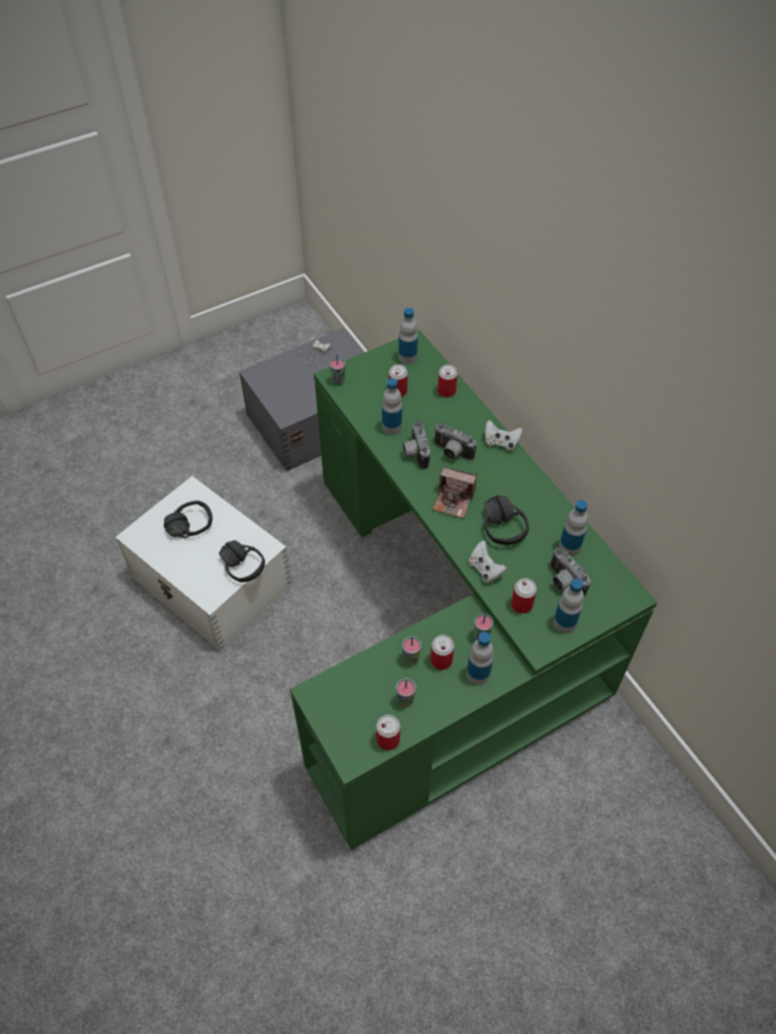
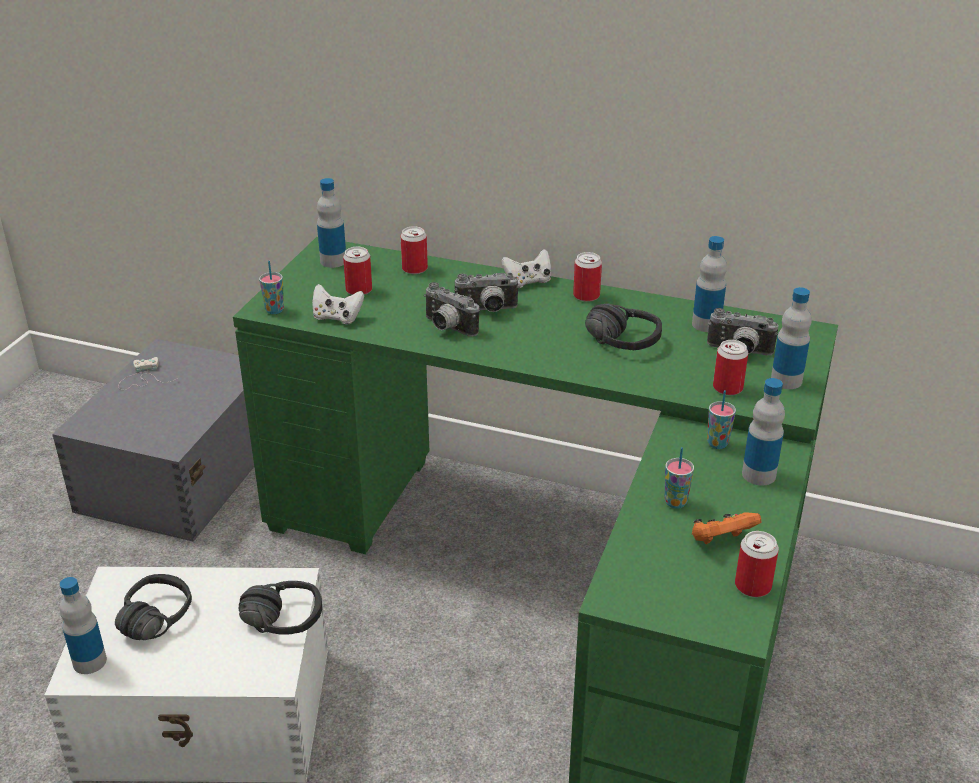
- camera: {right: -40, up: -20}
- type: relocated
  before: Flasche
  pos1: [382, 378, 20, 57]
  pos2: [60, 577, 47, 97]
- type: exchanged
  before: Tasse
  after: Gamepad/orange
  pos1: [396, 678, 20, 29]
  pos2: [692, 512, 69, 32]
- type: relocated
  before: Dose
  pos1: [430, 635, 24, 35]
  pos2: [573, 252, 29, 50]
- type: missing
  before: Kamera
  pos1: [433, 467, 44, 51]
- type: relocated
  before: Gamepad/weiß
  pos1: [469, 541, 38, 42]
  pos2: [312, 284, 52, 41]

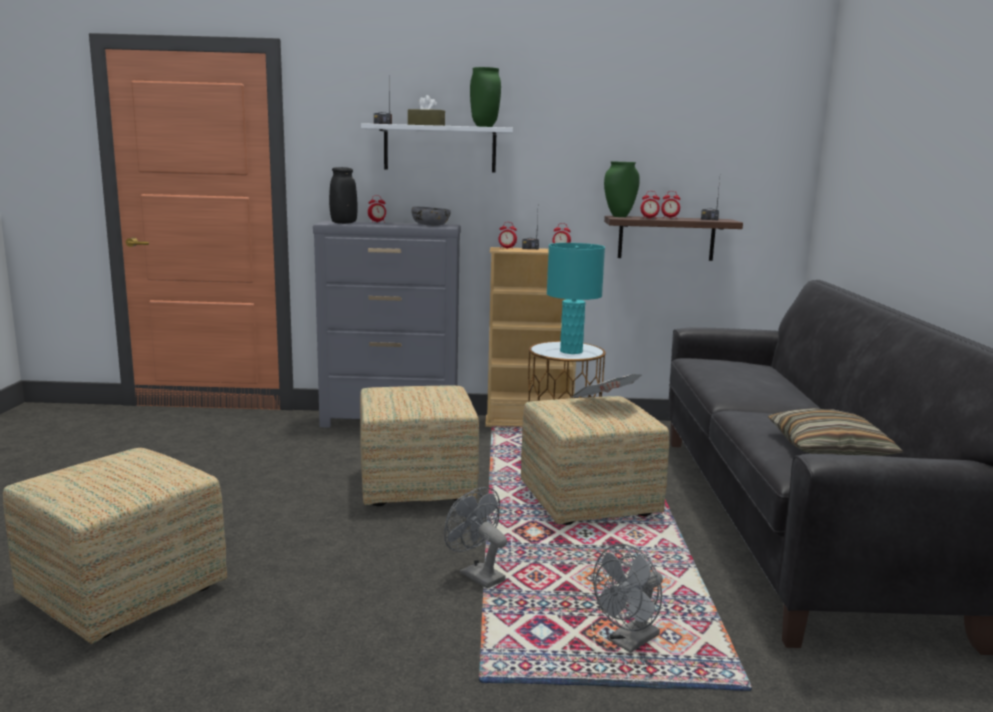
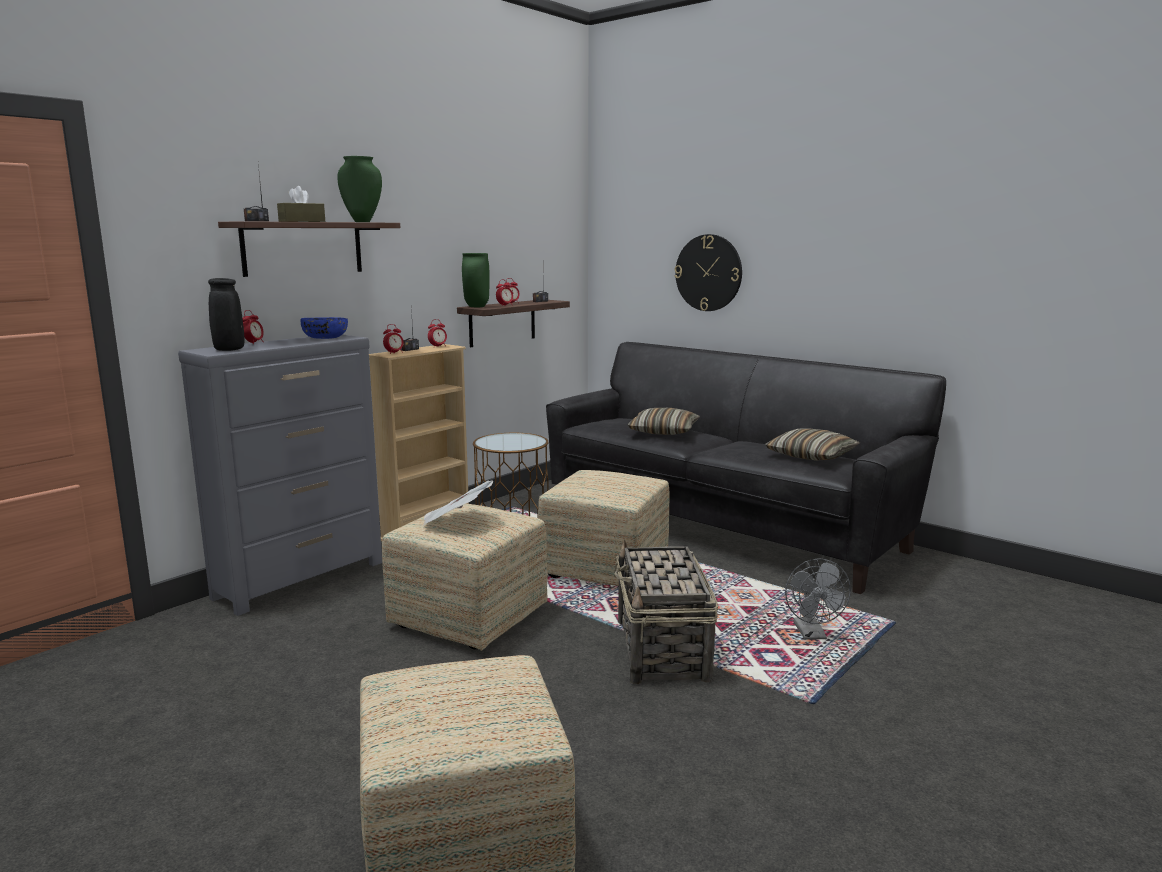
- camera: {right: -50, up: 0}
- type: colour
  before: Wandregal/weiß
  after: Wandregal/braun
  pos1: [361, 123, 152, 49]
  pos2: [218, 221, 182, 56]
- type: colour
  before: Schüssel/grau
  after: Schüssel/blau
  pos1: [412, 207, 39, 19]
  pos2: [301, 317, 47, 22]
- type: exchanged
  before: Ventilator/grau
  after: Korb
  pos1: [444, 487, 63, 101]
  pos2: [614, 540, 104, 144]
- type: missing
  before: Tischlampe/türkis
  pos1: [547, 243, 58, 111]
- type: relocated
  before: Zeitung
  pos1: [571, 374, 71, 23]
  pos2: [423, 480, 70, 45]
- type: appeared
  after: Kissen
  pos2: [627, 408, 73, 27]
- type: appeared
  after: Wanduhr
  pos2: [675, 234, 67, 77]

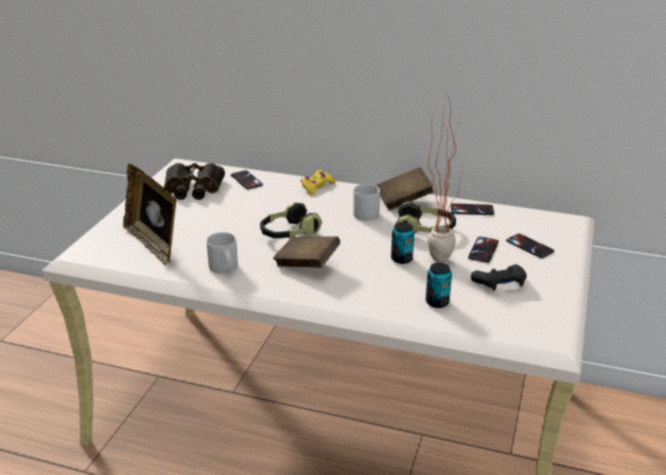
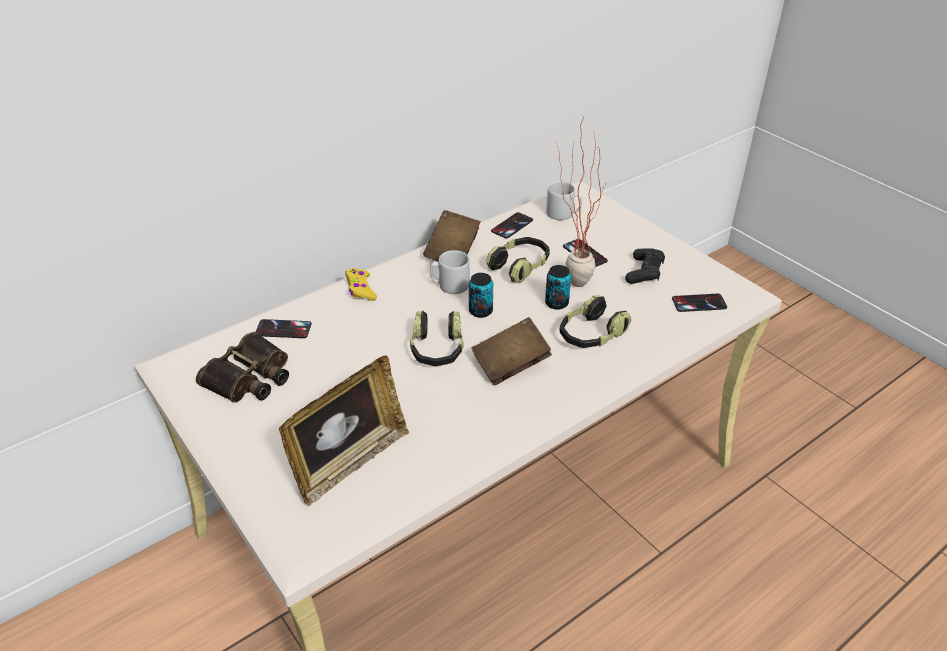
- camera: {right: -55, up: 10}
- type: spun
  before: Bilderrahmen
  pos1: [123, 164, 54, 102]
  pos2: [279, 355, 130, 151]
  turn: -45
- type: relocated
  before: Henkelbecher/grau
  pos1: [206, 232, 32, 42]
  pos2: [546, 181, 36, 39]
- type: relocated
  before: Dose
  pos1: [426, 263, 26, 45]
  pos2: [469, 273, 24, 45]
- type: relocated
  before: Handy
  pos1: [506, 233, 48, 25]
  pos2: [672, 294, 55, 18]
- type: appeared
  after: Kopfhörer
  pos2: [560, 295, 71, 53]

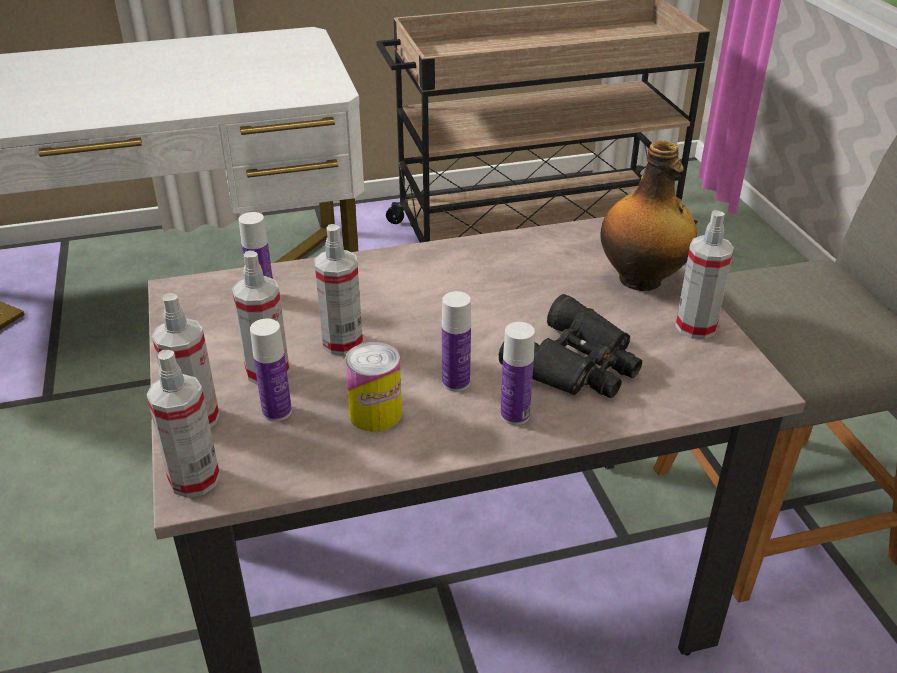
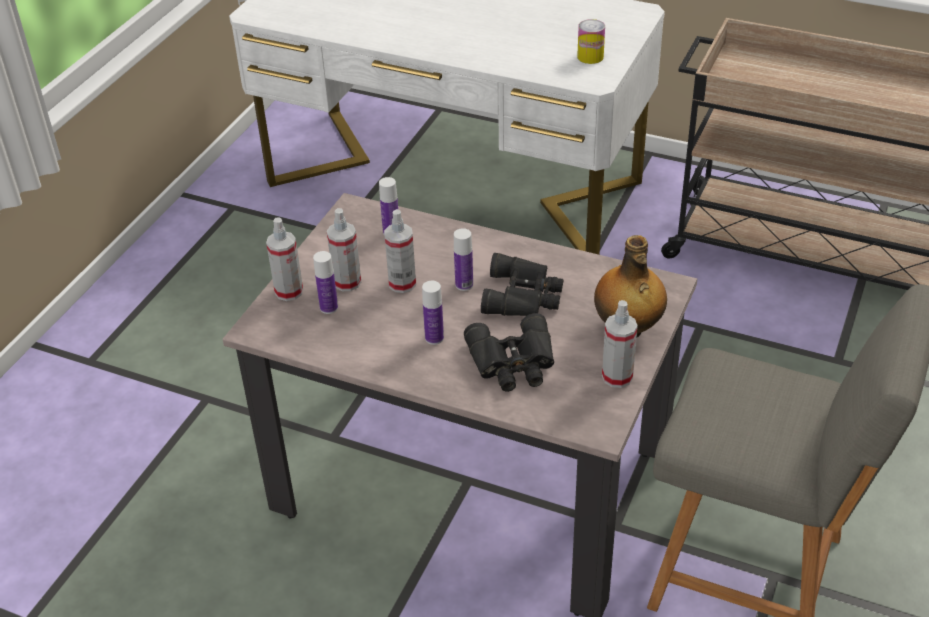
- camera: {right: 40, up: 5}
- type: missing
  before: Sprühflasche
  pos1: [147, 350, 73, 148]
- type: relocated
  before: Dose
  pos1: [345, 342, 57, 90]
  pos2: [577, 19, 28, 45]
- type: relocated
  before: Flasche
  pos1: [501, 322, 34, 103]
  pos2: [454, 228, 19, 63]
- type: appeared
  after: Fernglas/schwarz
  pos2: [481, 253, 82, 63]

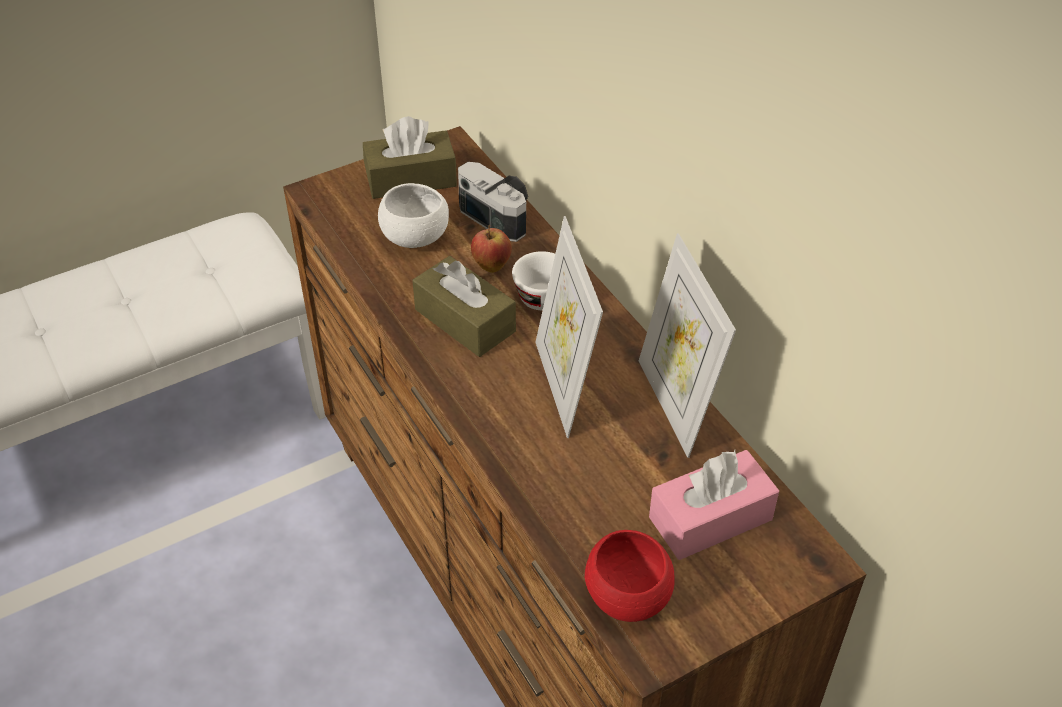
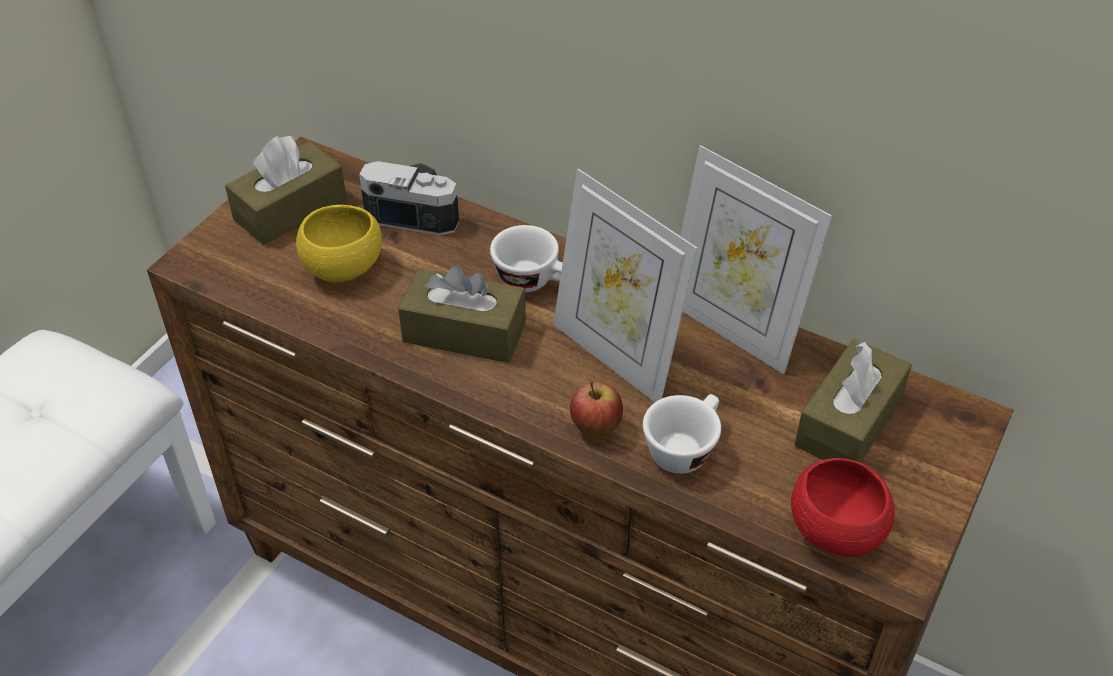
- camera: {right: -30, up: 0}
- type: colour
  before: Schüssel/weiß
  after: Schüssel/gelb
  pos1: [378, 183, 71, 65]
  pos2: [296, 205, 86, 77]
- type: relocated
  before: Apfel
  pos1: [471, 225, 41, 48]
  pos2: [570, 382, 53, 56]
- type: colour
  before: Taschentuchbox/rosa
  after: Taschentuchbox/braun
  pos1: [649, 450, 130, 110]
  pos2: [794, 339, 118, 124]
- type: appeared
  after: Tasse/weiß
  pos2: [643, 394, 78, 80]

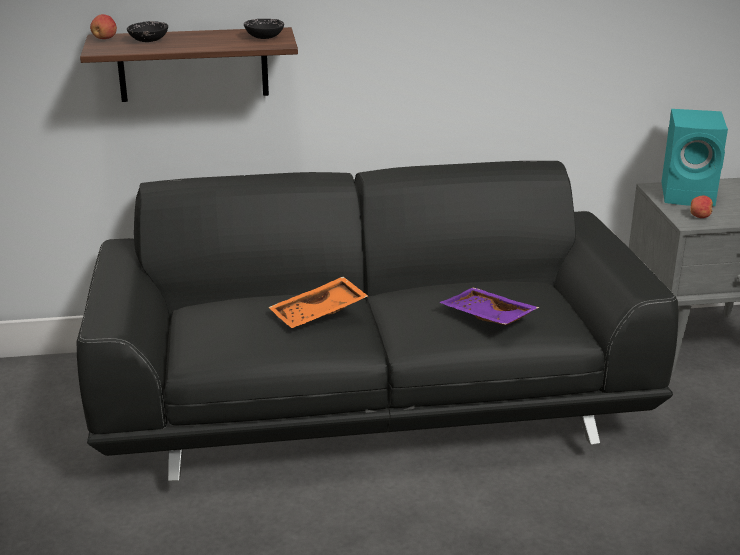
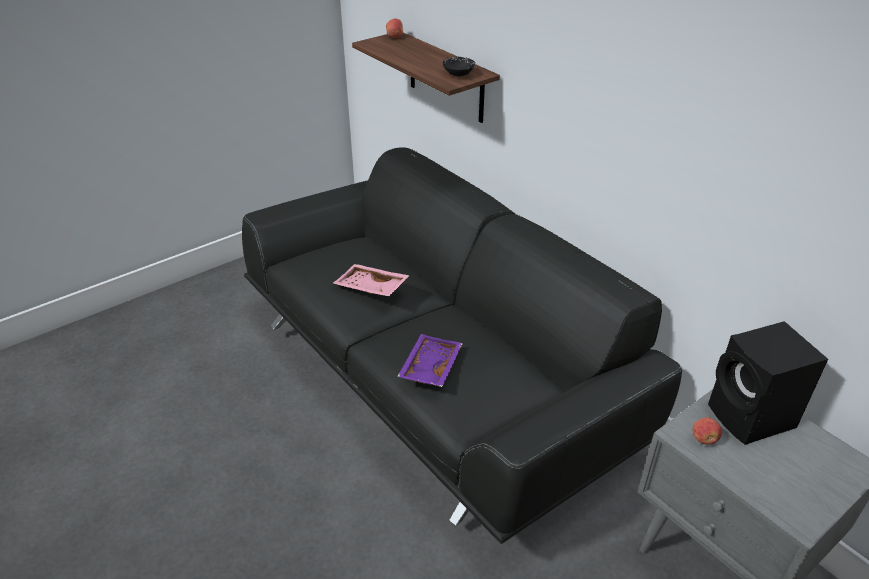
- camera: {right: 60, up: 10}
- type: missing
  before: Schüssel/schwarz
  pos1: [127, 21, 41, 21]
- type: colour
  before: Tablett/orange
  after: Tablett/rosa
  pos1: [268, 277, 100, 51]
  pos2: [333, 264, 77, 32]
- type: colour
  before: Lautsprecher/türkis
  after: Lautsprecher/schwarz
  pos1: [661, 109, 67, 97]
  pos2: [708, 321, 120, 124]

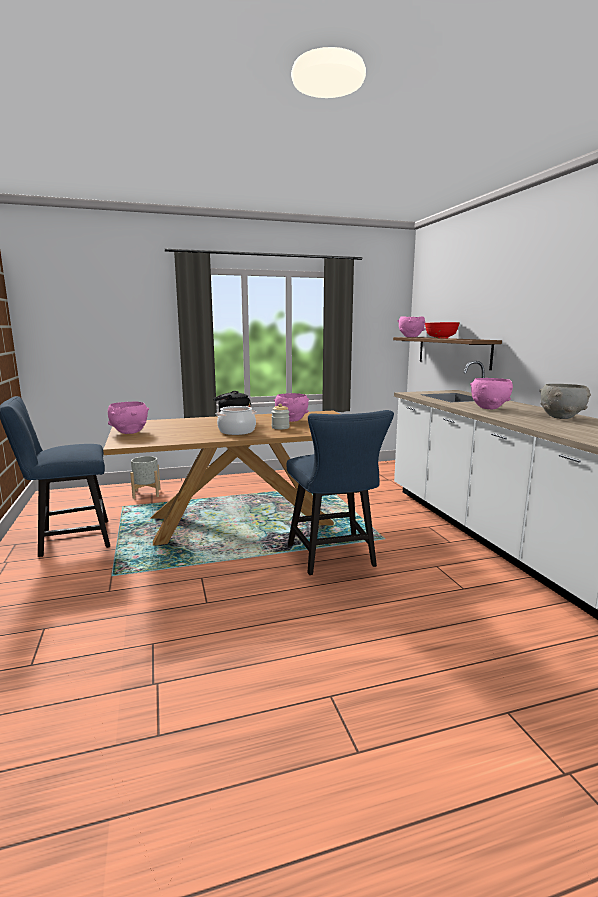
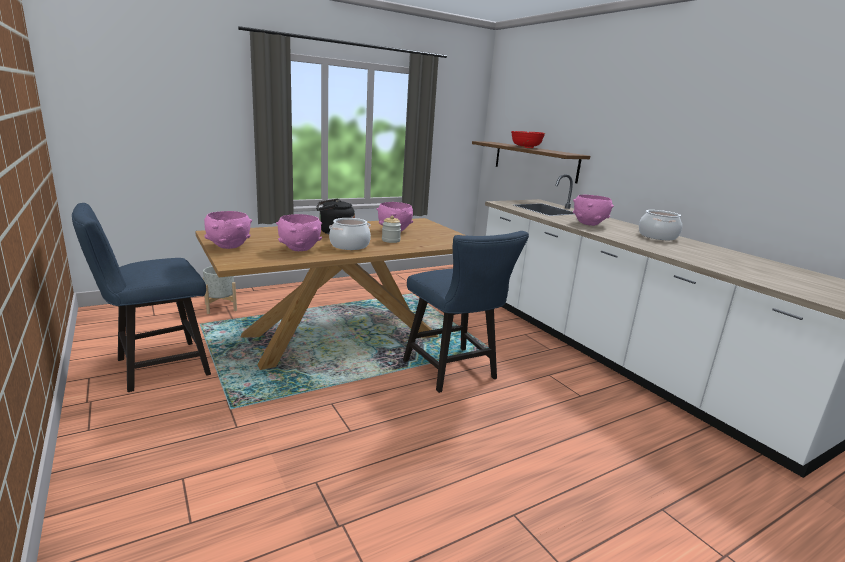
- camera: {right: -15, up: 5}
- type: relocated
  before: Schüssel/rosa
  pos1: [397, 316, 28, 21]
  pos2: [276, 214, 46, 37]
- type: exchanged
  before: Schüssel/grau
  after: Kochtopf
  pos1: [539, 384, 52, 35]
  pos2: [639, 210, 43, 30]

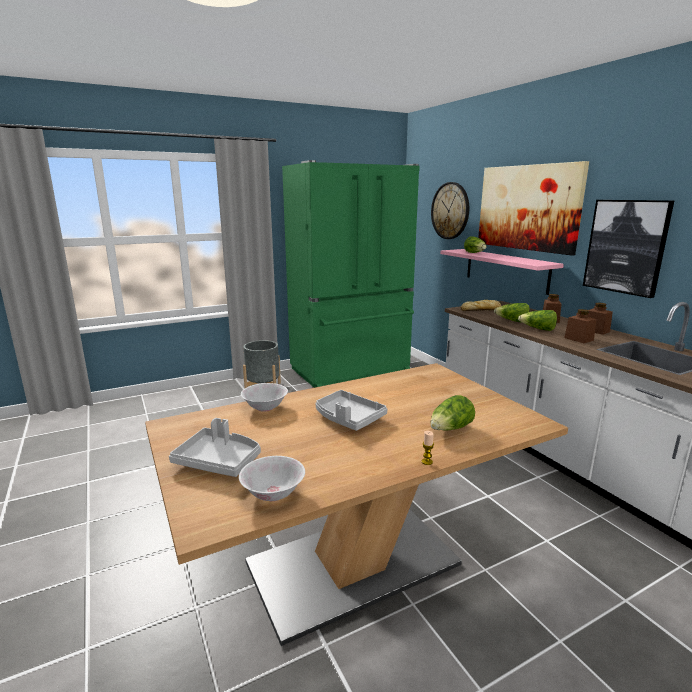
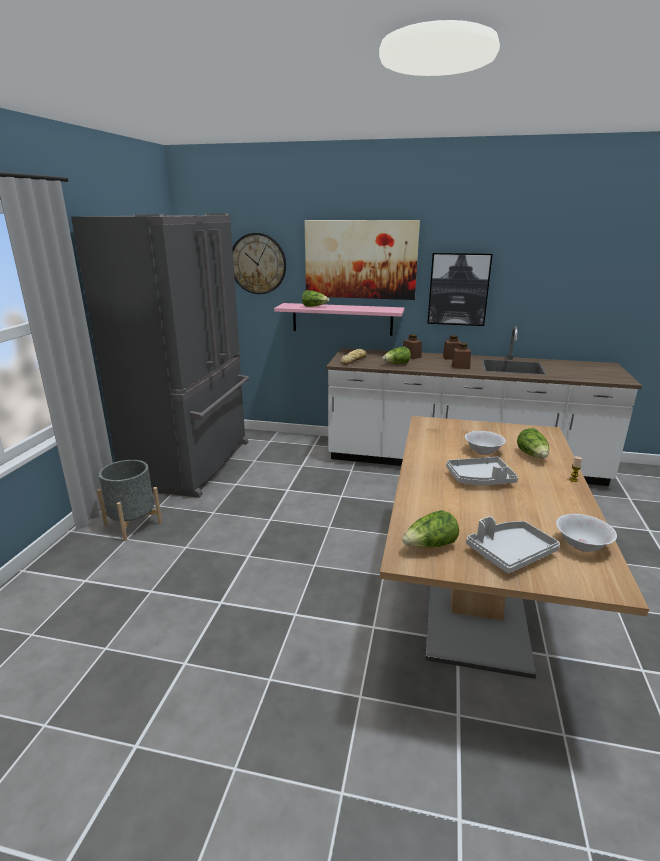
- camera: {right: -50, up: 5}
- type: relocated
  before: Schüssel/weiß
  pos1: [241, 383, 47, 29]
  pos2: [465, 431, 41, 24]
- type: colour
  before: Kühlschrank/grün
  after: Kühlschrank/grau
  pos1: [282, 160, 138, 228]
  pos2: [71, 213, 178, 285]
- type: relocated
  before: Salatkopf
  pos1: [518, 310, 39, 21]
  pos2: [402, 510, 57, 38]

